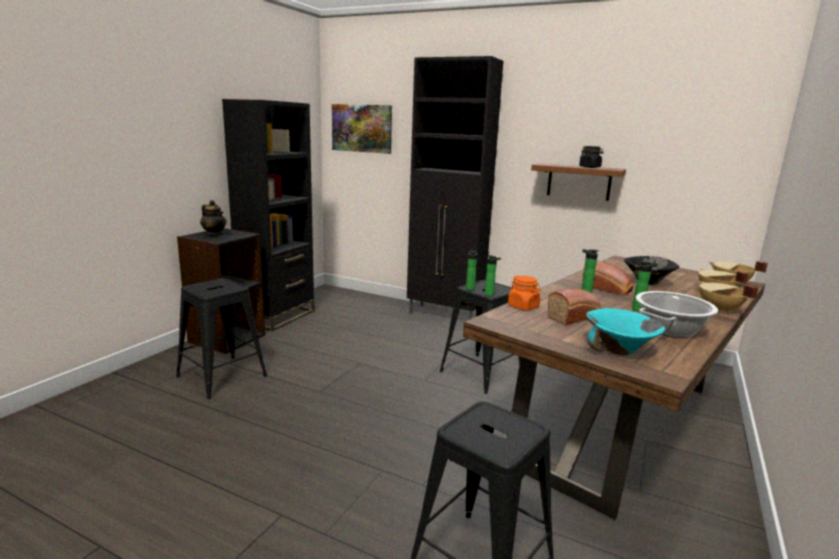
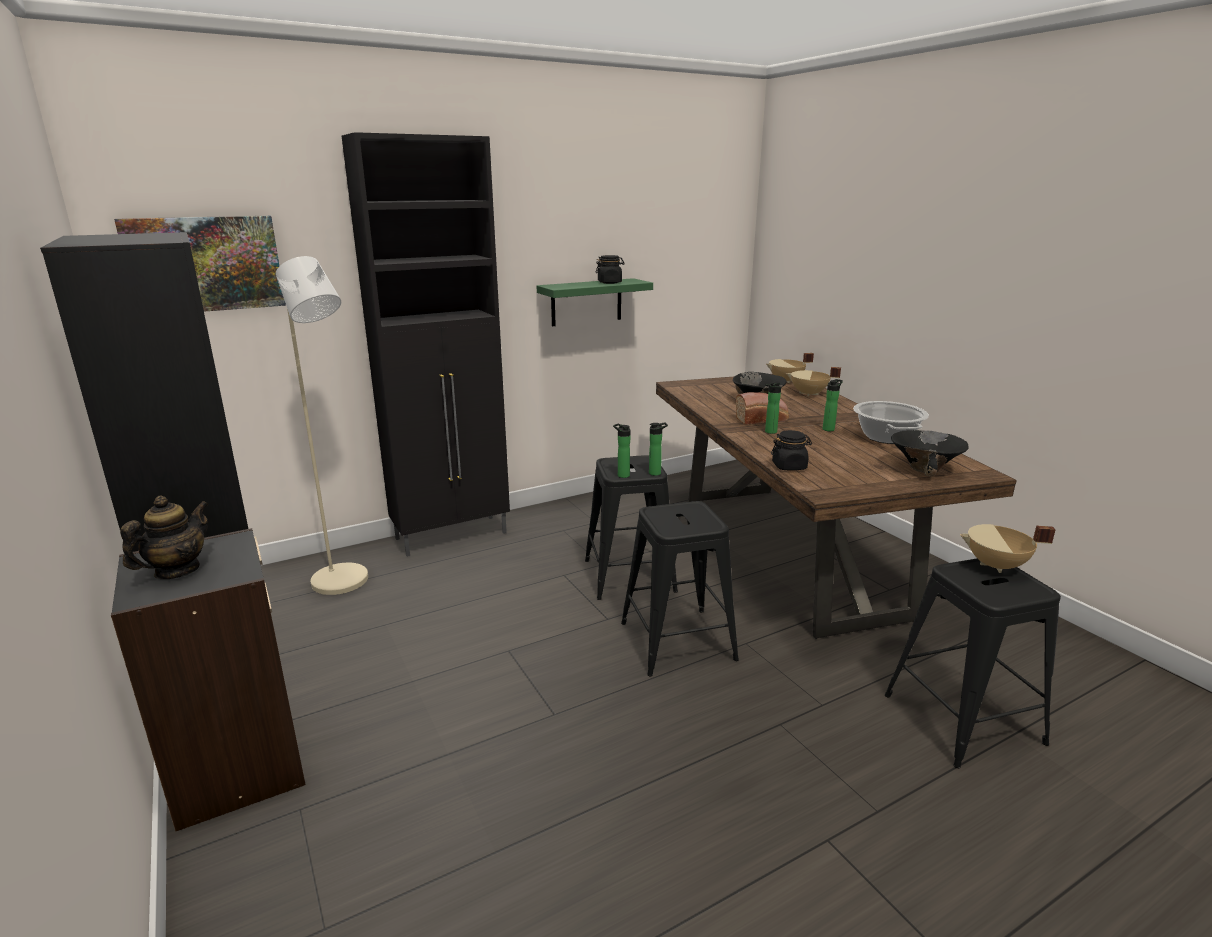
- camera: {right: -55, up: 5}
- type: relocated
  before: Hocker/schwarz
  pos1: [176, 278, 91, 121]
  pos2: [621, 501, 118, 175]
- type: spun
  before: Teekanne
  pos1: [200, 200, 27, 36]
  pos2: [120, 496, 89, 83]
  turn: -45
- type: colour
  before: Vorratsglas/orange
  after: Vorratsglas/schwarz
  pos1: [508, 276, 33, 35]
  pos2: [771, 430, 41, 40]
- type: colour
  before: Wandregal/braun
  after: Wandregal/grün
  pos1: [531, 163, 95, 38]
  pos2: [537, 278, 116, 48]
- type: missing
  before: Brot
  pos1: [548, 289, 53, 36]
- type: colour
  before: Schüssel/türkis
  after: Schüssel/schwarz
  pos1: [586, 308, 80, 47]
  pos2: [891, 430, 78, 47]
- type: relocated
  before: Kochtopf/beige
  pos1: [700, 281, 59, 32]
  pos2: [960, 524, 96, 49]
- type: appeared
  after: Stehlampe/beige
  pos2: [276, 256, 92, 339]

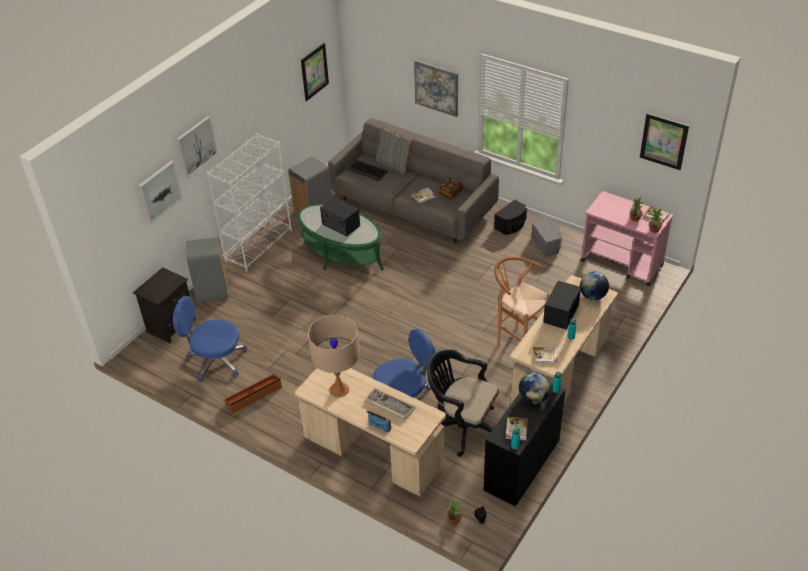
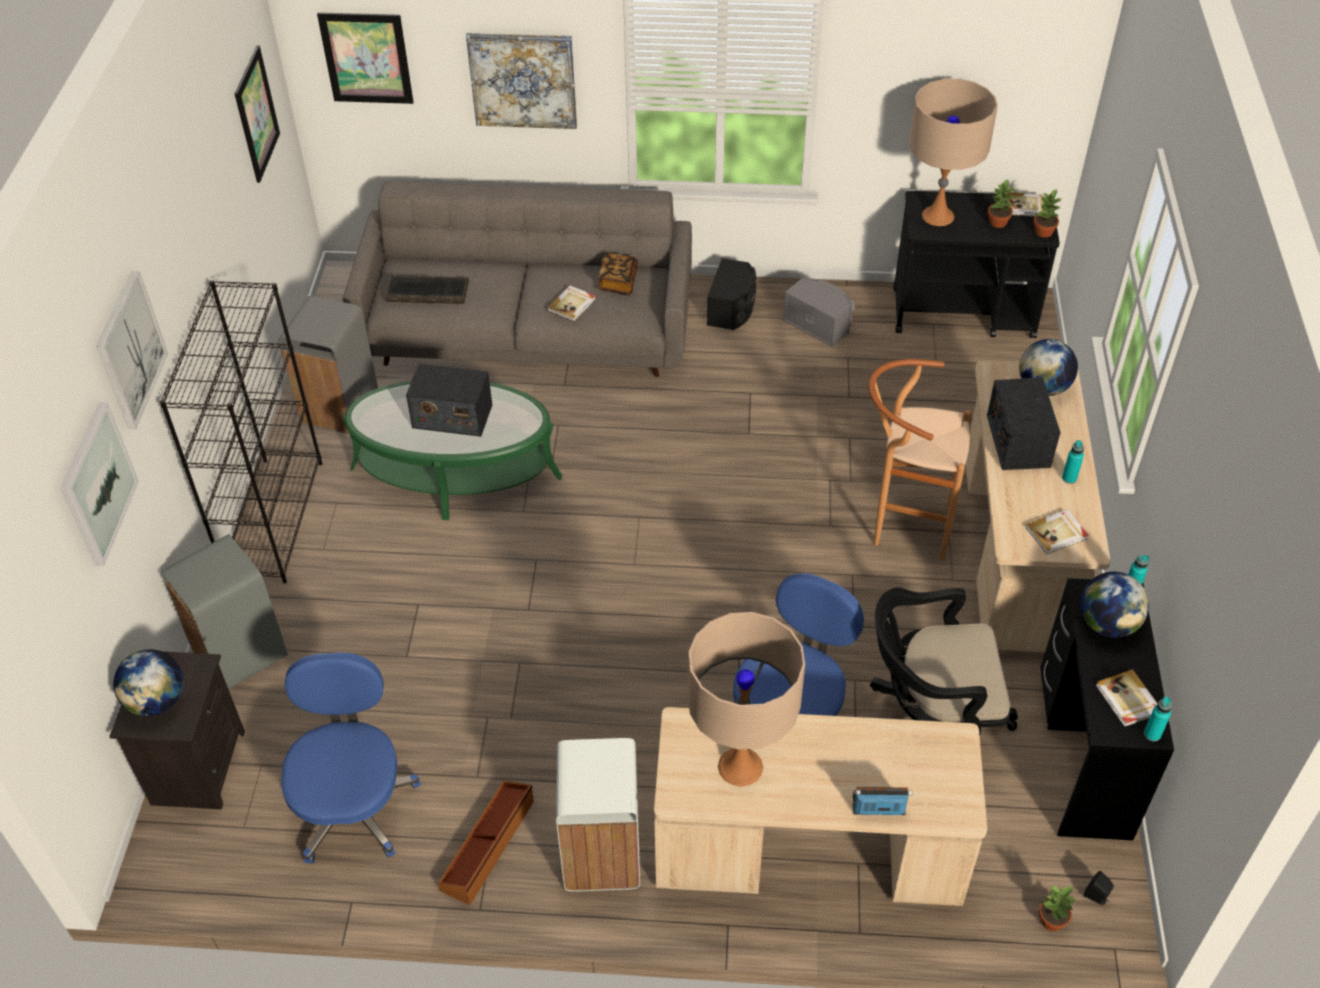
- camera: {right: -30, up: 5}
- type: spun
  before: Bürostuhl/blau
  pos1: [173, 296, 74, 86]
  pos2: [281, 653, 140, 210]
  turn: 105
- type: colour
  before: Bücherregal/weiß
  after: Bücherregal/schwarz
  pos1: [207, 133, 85, 139]
  pos2: [160, 280, 162, 303]
- type: missing
  before: Tastatur
  pos1: [365, 388, 51, 32]
- type: missing
  before: Kissen/grau
  pos1: [376, 127, 37, 47]
- type: colour
  before: Rollwagen/rosa
  after: Rollwagen/schwarz
  pos1: [580, 191, 93, 95]
  pos2: [894, 191, 166, 147]
- type: relocated
  before: Bild
  pos1: [640, 113, 49, 57]
  pos2: [317, 12, 97, 92]
- type: appeared
  after: Globus
  pos2: [113, 649, 70, 67]
- type: appeared
  after: Mülleimer/weiß
  pos2: [556, 738, 84, 154]
- type: appeared
  after: Tischlampe/beige
  pos2: [909, 79, 89, 147]

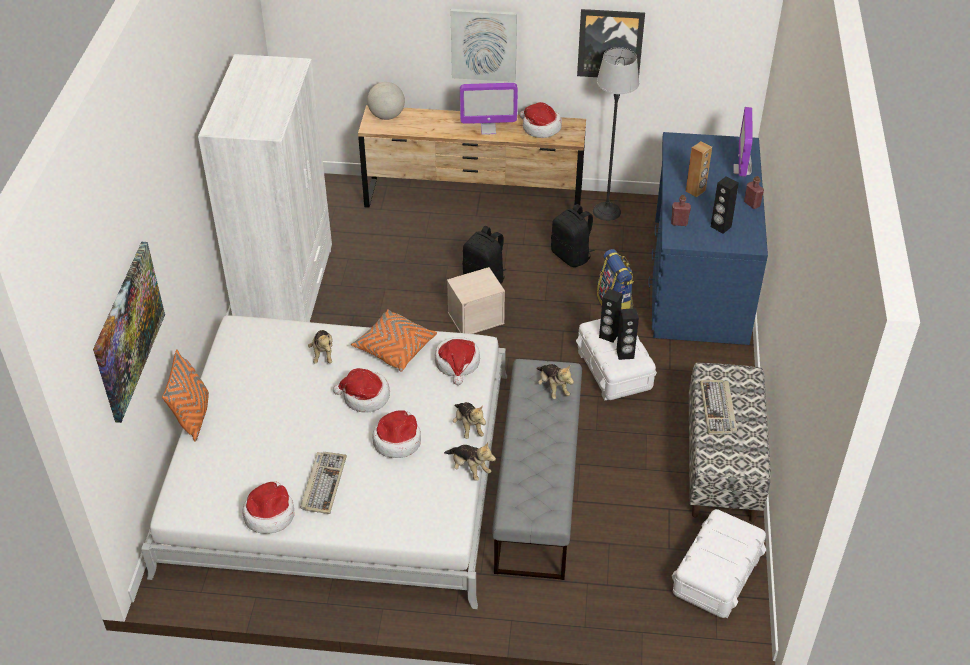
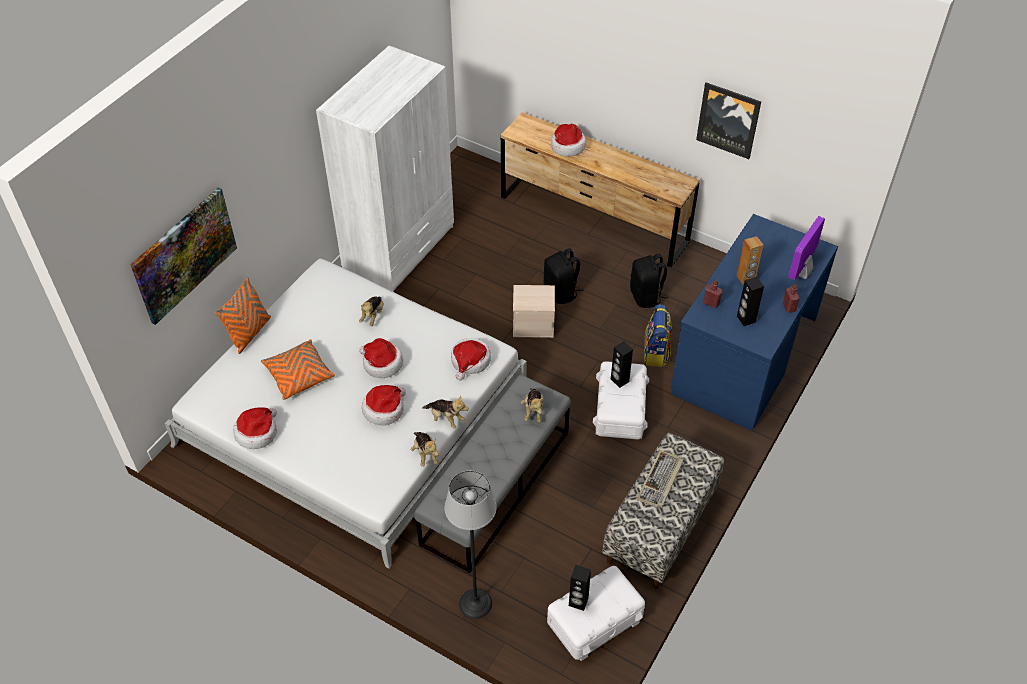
- camera: {right: 25, up: 5}
- type: missing
  before: Tastatur
  pos1: [300, 452, 47, 62]
- type: relocated
  before: Kissen/orange
  pos1: [351, 309, 86, 63]
  pos2: [261, 339, 74, 61]
- type: missing
  before: Globus
  pos1: [367, 82, 38, 38]
- type: missing
  before: Bild
  pos1: [451, 9, 66, 73]
- type: spun
  before: Plüschtier
  pos1: [453, 402, 33, 37]
  pos2: [423, 396, 46, 33]
  turn: -60
- type: missing
  before: Monitor
  pos1: [460, 83, 58, 52]
- type: relocated
  before: Hut
  pos1: [520, 102, 42, 36]
  pos2: [551, 124, 35, 32]
- type: relocated
  before: Stehlampe
  pos1: [593, 47, 46, 174]
  pos2: [445, 471, 52, 148]
- type: relocated
  before: Lautsprecher/schwarz
  pos1: [616, 308, 23, 52]
  pos2: [569, 565, 22, 46]

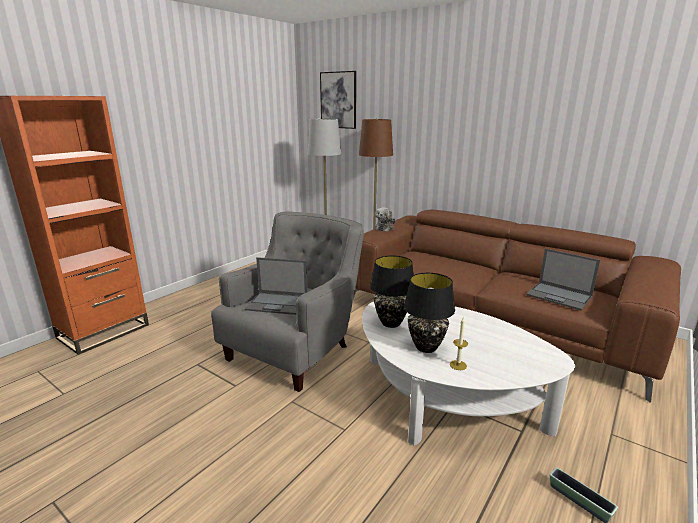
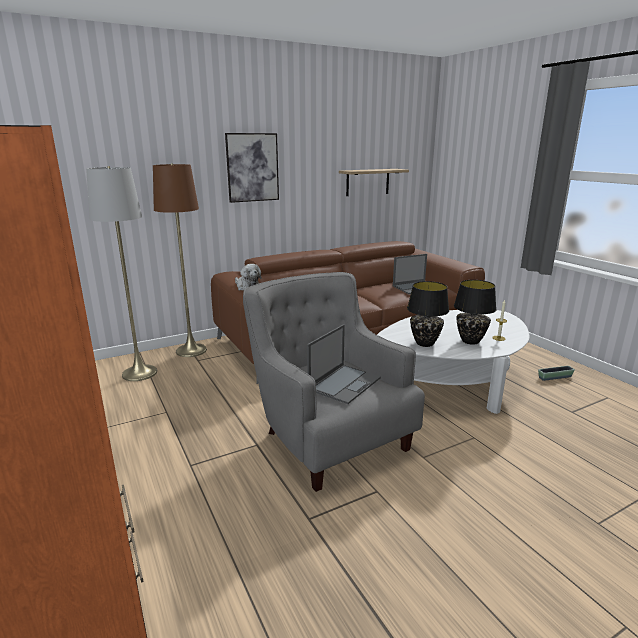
- camera: {right: -65, up: 0}
- type: relocated
  before: Bild
  pos1: [320, 71, 36, 58]
  pos2: [225, 133, 54, 70]
- type: appeared
  after: Wandregal
  pos2: [339, 169, 70, 27]

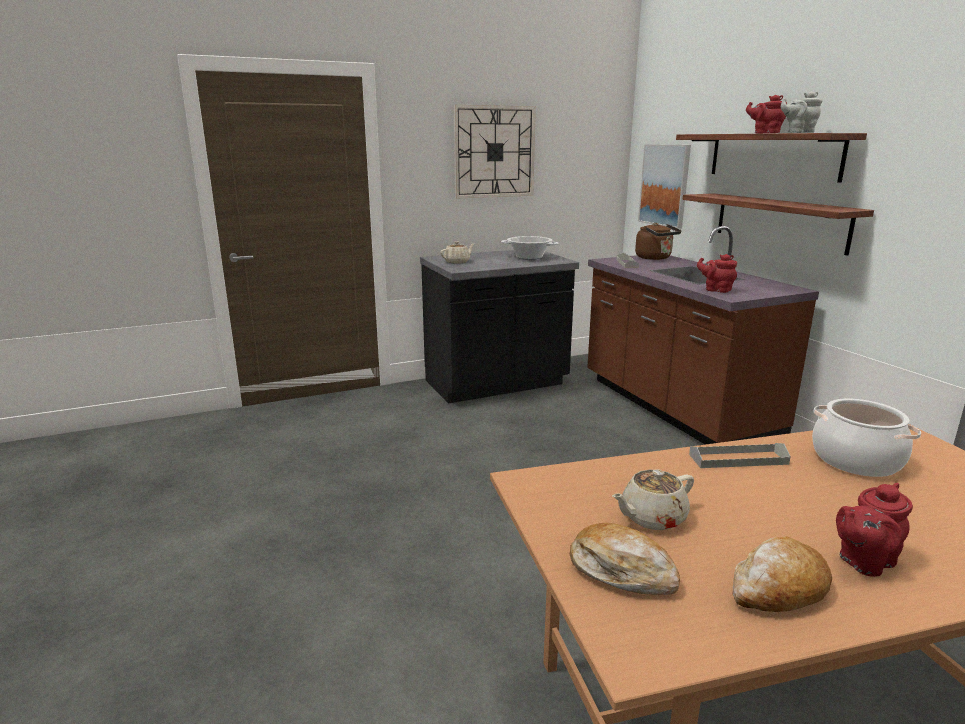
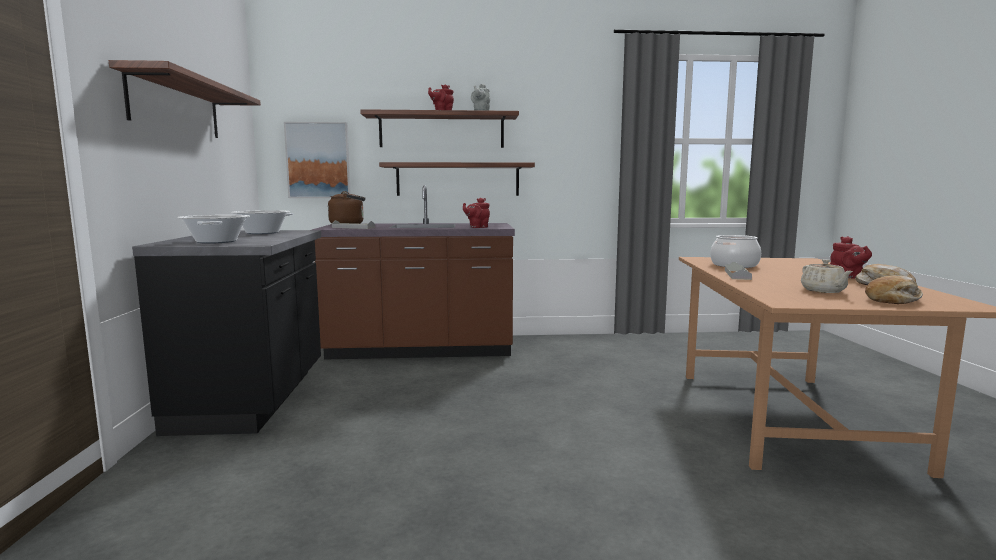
- camera: {right: -70, up: -10}
- type: exchanged
  before: Teekanne/beige
  after: Kochtopf
  pos1: [440, 241, 34, 23]
  pos2: [177, 215, 73, 29]
- type: exchanged
  before: Wanduhr
  after: Wandregal
  pos1: [454, 105, 82, 94]
  pos2: [109, 60, 152, 78]

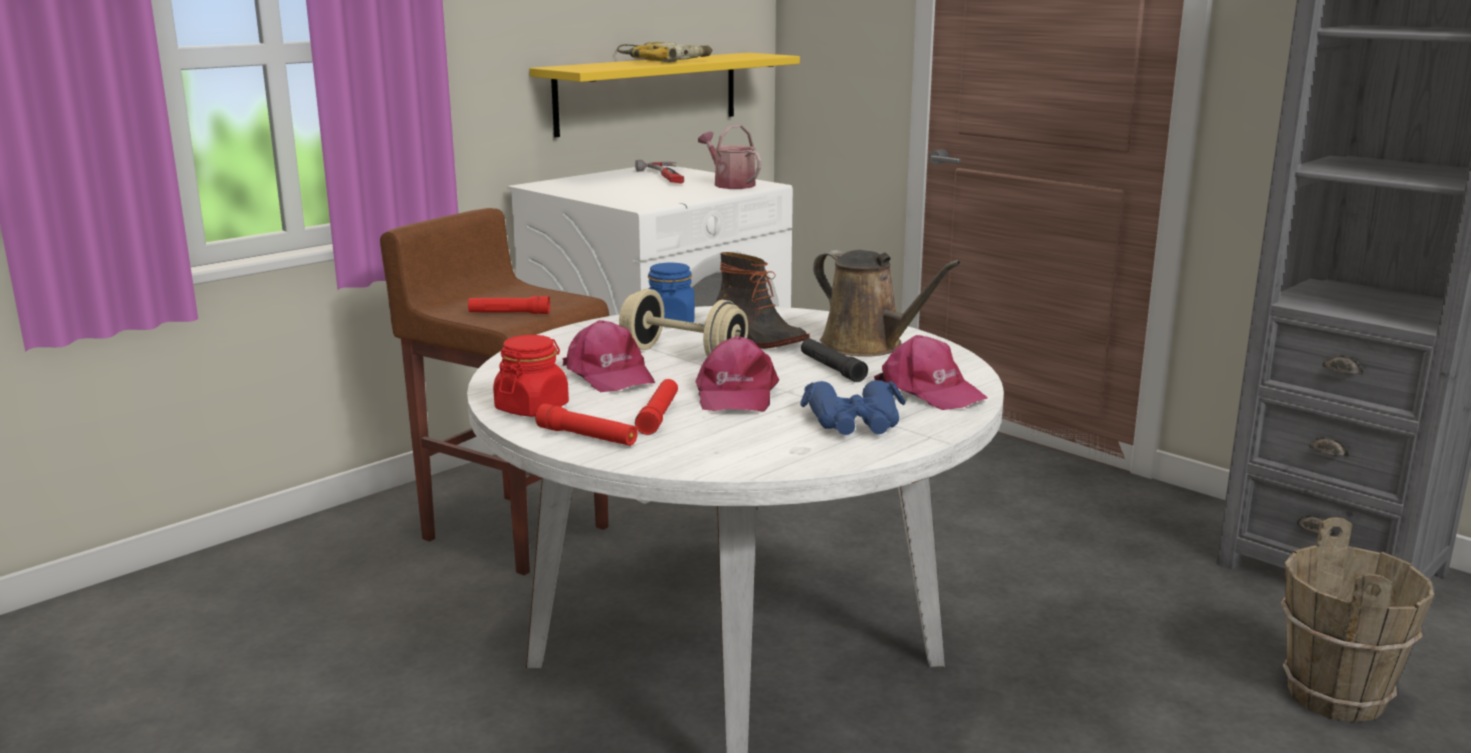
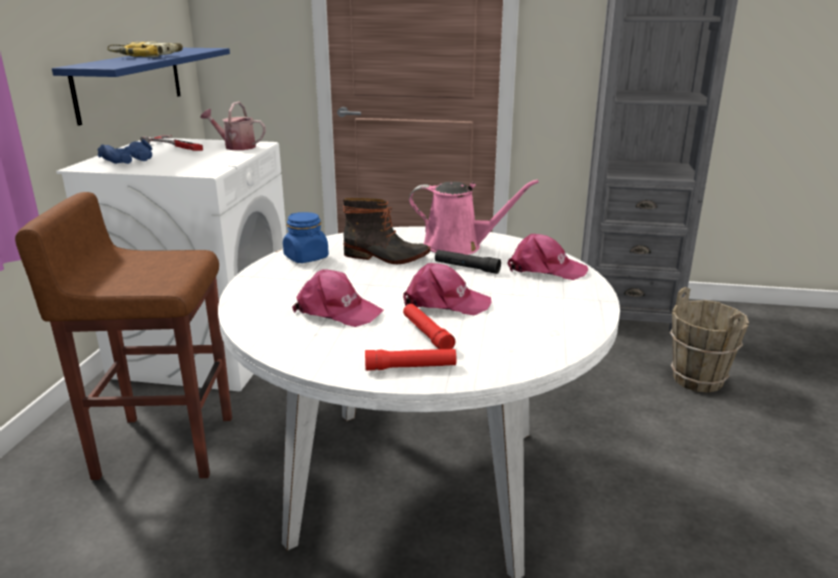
- camera: {right: -35, up: 5}
- type: missing
  before: Taschenlampe/rot
  pos1: [468, 296, 82, 18]
- type: missing
  before: Vorratsglas/rot
  pos1: [493, 335, 76, 82]
- type: colour
  before: Wandregal/gelb
  after: Wandregal/blau
  pos1: [529, 53, 271, 85]
  pos2: [52, 48, 178, 78]
- type: missing
  before: Hantel/beige
  pos1: [619, 289, 129, 68]
- type: spun
  before: Kappe/rosa
  pos1: [696, 336, 83, 76]
  pos2: [403, 263, 89, 52]
  turn: -45
- type: relocated
  before: Fernglas/blau
  pos1: [800, 380, 106, 55]
  pos2: [97, 139, 55, 25]
- type: colour
  before: Gießkanne/braun
  after: Gießkanne/rosa
  pos1: [813, 250, 148, 107]
  pos2: [409, 180, 130, 75]

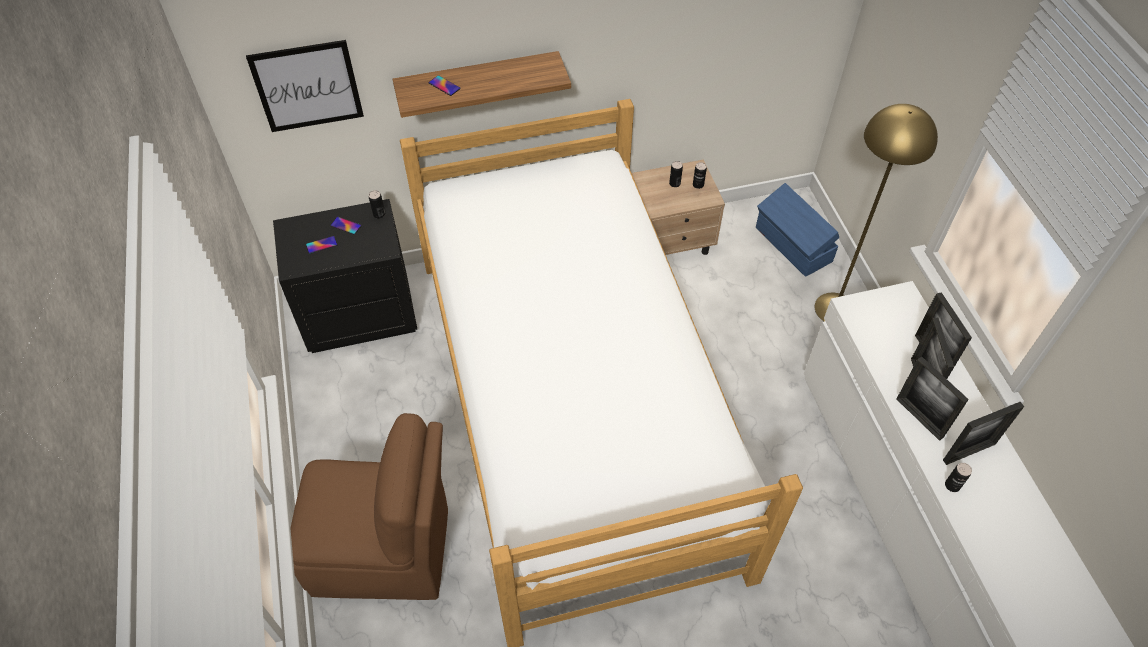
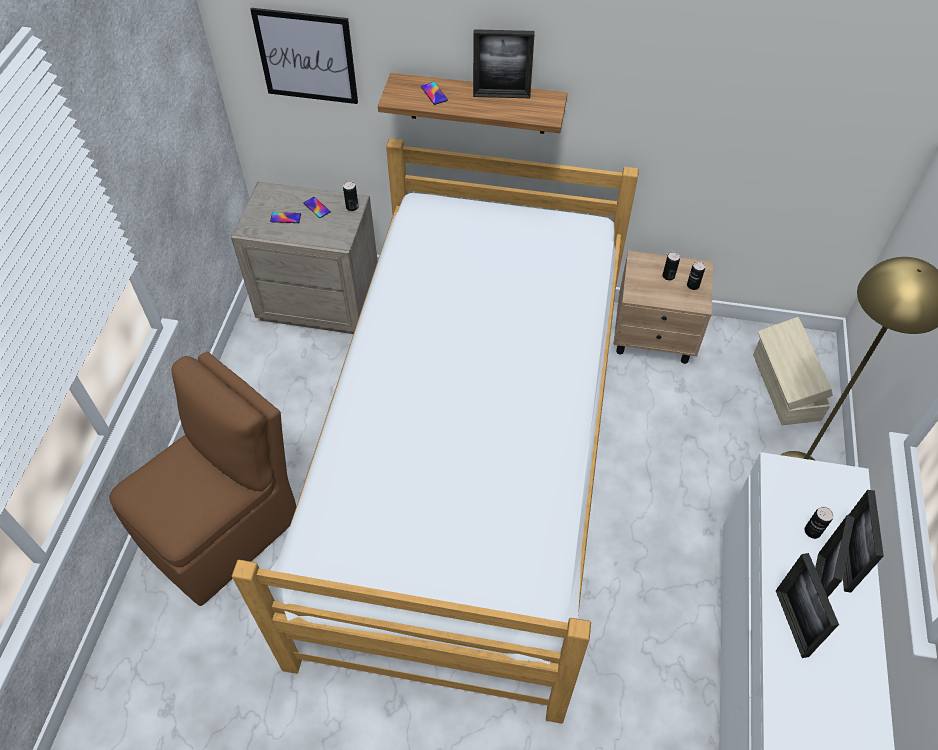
- camera: {right: 25, up: 0}
- type: colour
  before: Nachttisch/schwarz
  after: Nachttisch/beige
  pos1: [273, 199, 144, 154]
  pos2: [231, 182, 147, 152]
- type: spun
  before: Stuhl/braun
  pos1: [290, 413, 158, 187]
  pos2: [109, 352, 187, 254]
  turn: -75
- type: colour
  before: Aufbewahrungsbox/blau
  after: Aufbewahrungsbox/beige
  pos1: [756, 183, 83, 94]
  pos2: [753, 317, 80, 108]
- type: relocated
  before: Bilderrahmen
  pos1: [943, 402, 81, 63]
  pos2: [473, 29, 61, 69]
- type: relocated
  before: Dose
  pos1: [945, 463, 27, 29]
  pos2: [804, 507, 29, 32]

